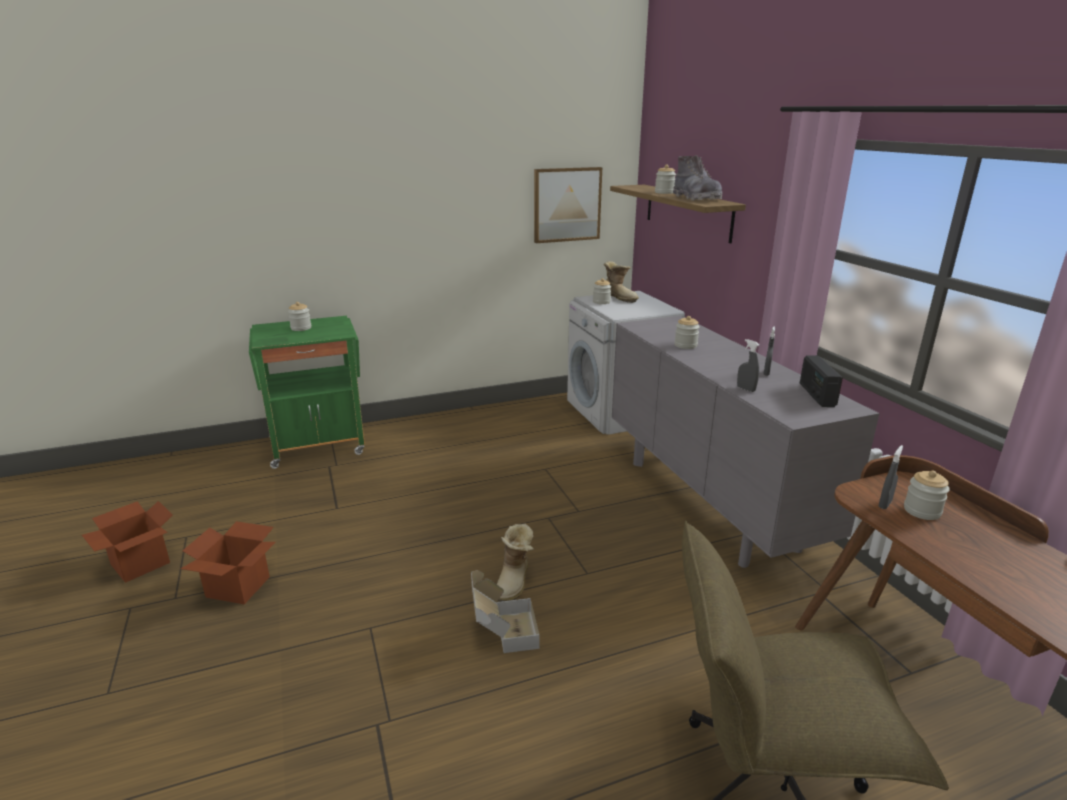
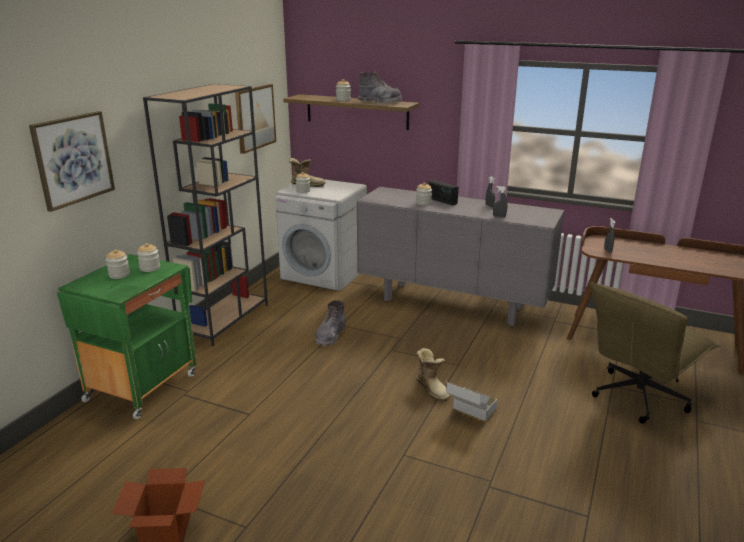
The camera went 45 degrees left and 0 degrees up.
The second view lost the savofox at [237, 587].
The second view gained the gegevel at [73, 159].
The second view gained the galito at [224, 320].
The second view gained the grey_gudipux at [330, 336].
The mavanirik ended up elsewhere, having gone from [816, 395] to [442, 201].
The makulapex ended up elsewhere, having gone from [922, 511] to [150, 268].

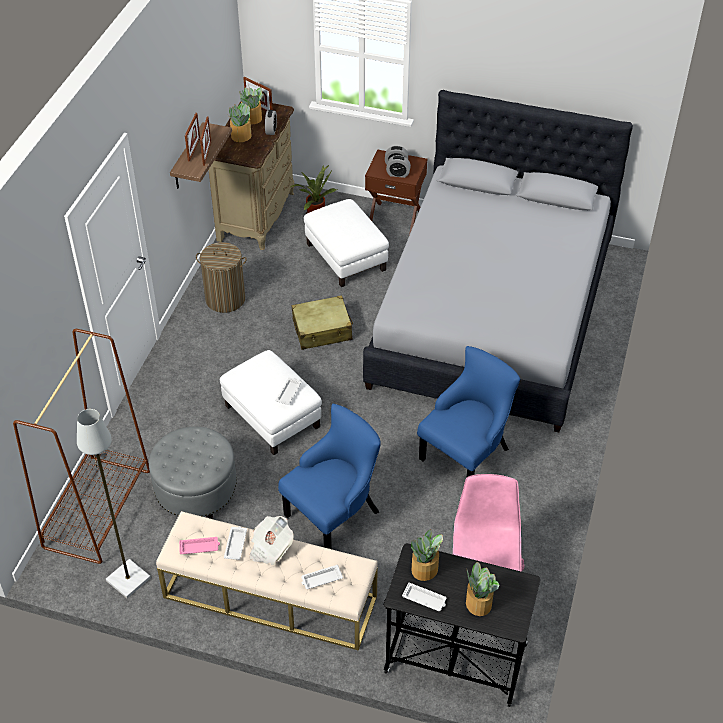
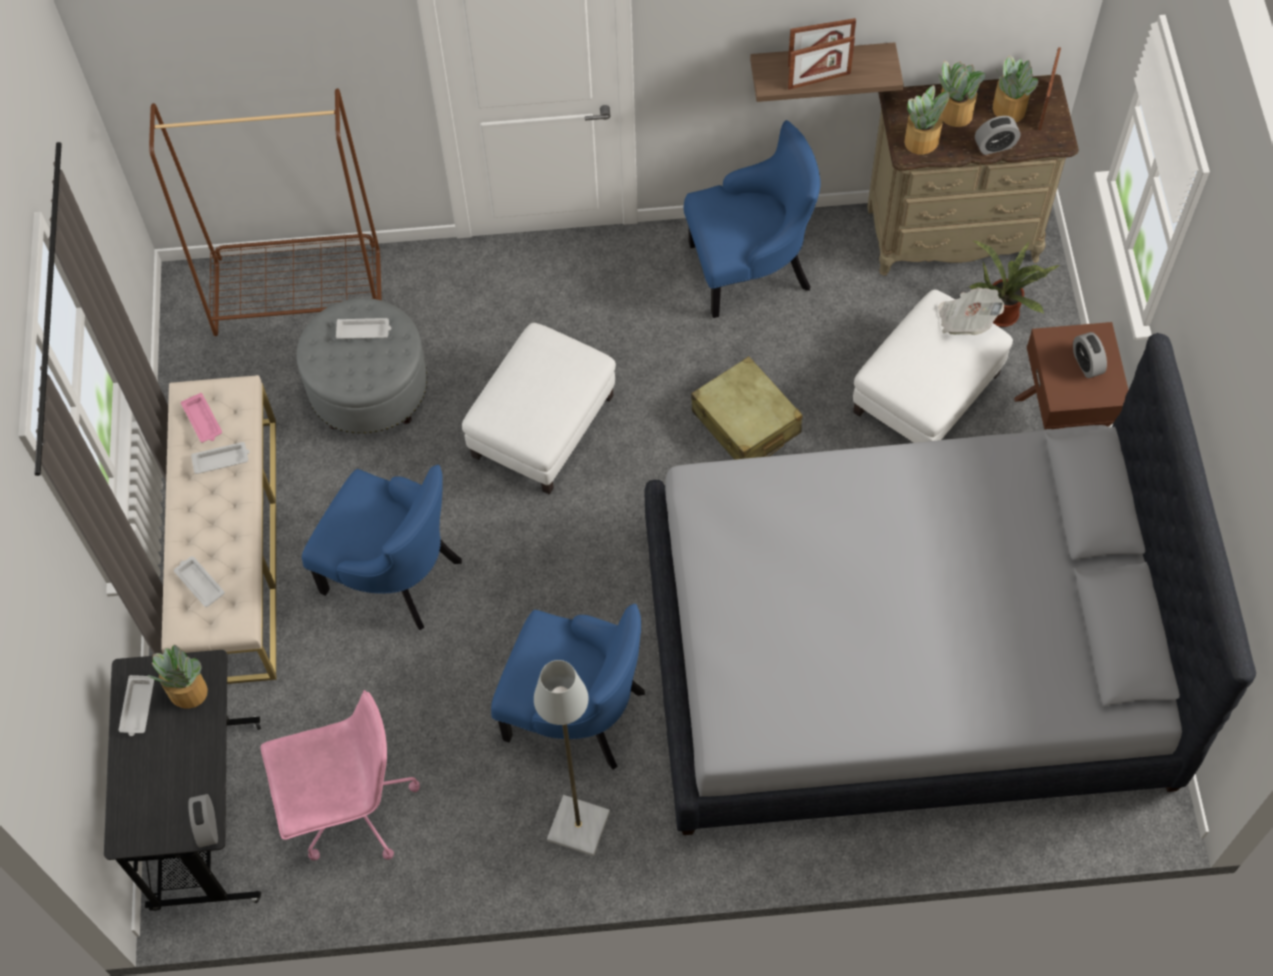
The camera went 70 degrees right and 15 degrees up.
The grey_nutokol ended up elsewhere, having gone from [128, 580] to [577, 827].
The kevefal ended up elsewhere, having gone from [270, 548] to [966, 320].
The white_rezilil ended up elsewhere, having gone from [289, 392] to [364, 331].
The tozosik ended up elsewhere, having gone from [398, 174] to [207, 826].
The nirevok ended up elsewhere, having gone from [478, 603] to [922, 140].
Where the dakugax stood at [225, 299], the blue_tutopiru came to stand at [747, 271].

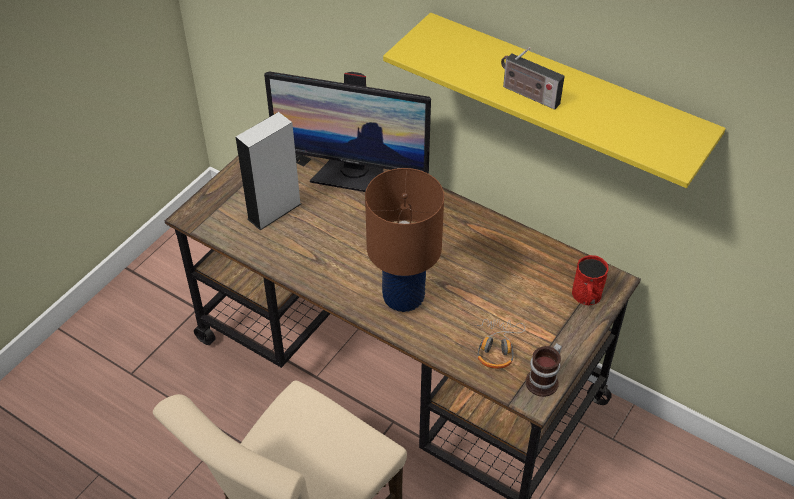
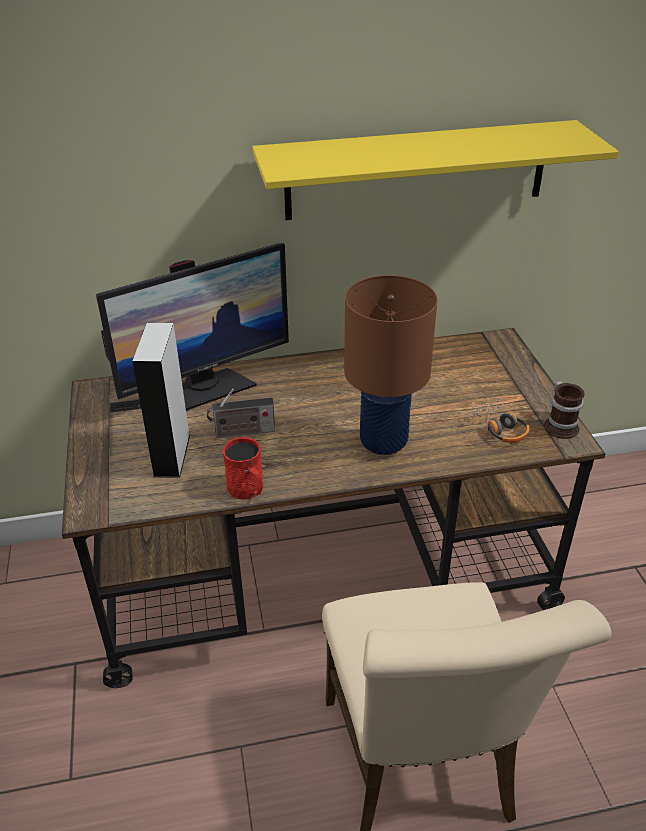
The camera went 45 degrees left and 10 degrees down.
The mavanirik ended up elsewhere, having gone from [528, 94] to [242, 432].
The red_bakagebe ended up elsewhere, having gone from [586, 297] to [248, 490].

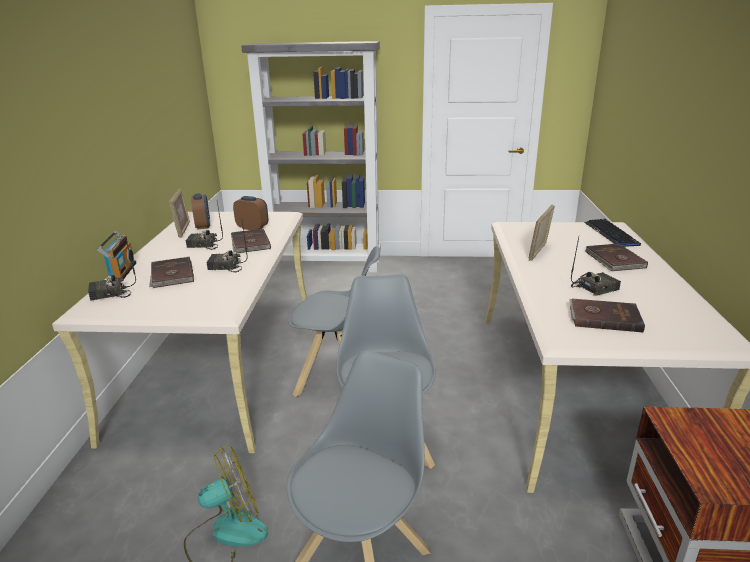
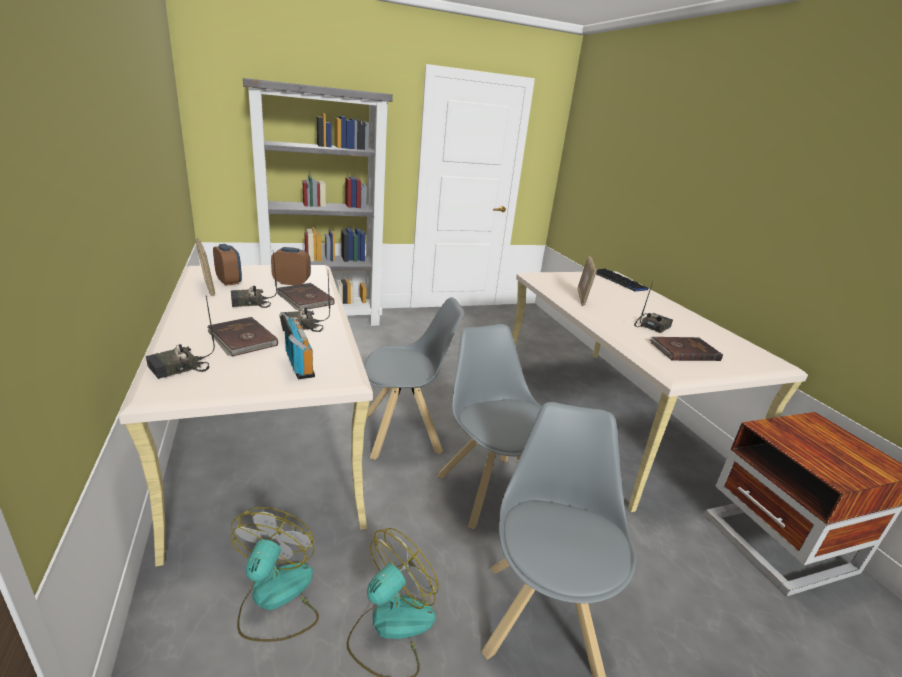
The camera went 25 degrees left and 0 degrees up.
The second view lost the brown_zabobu at [614, 260].
The second view gained the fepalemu at [275, 598].
The mavanirik ended up elsewhere, having gone from [121, 271] to [297, 365].

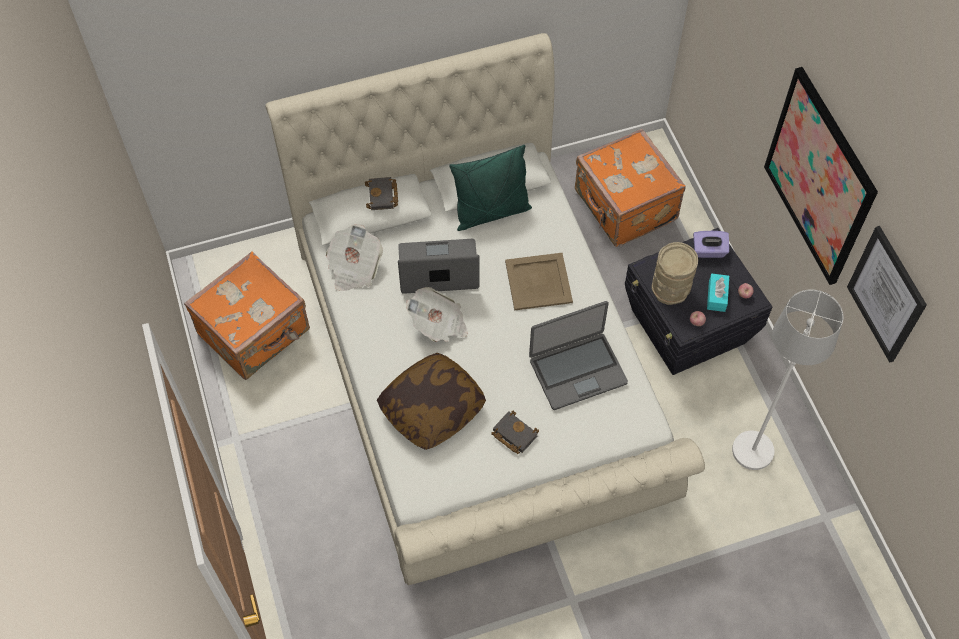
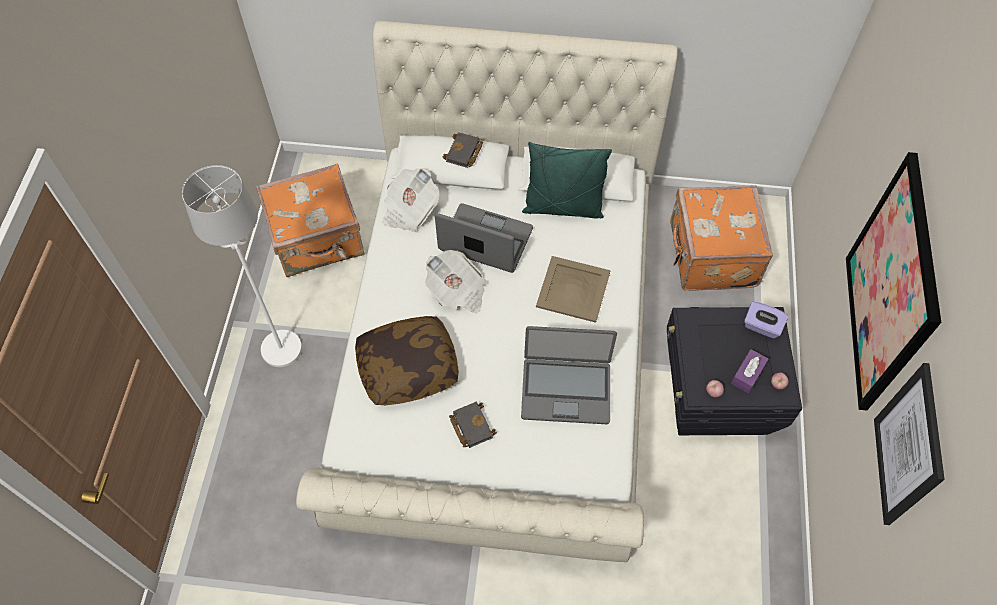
The camera went 25 degrees right and 0 degrees up.
The second view lost the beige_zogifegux at [671, 289].
The white_nutokol ended up elsewhere, having gone from [753, 451] to [282, 349].
What was the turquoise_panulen at [716, 296] turned into the purple_panulen at [747, 374].

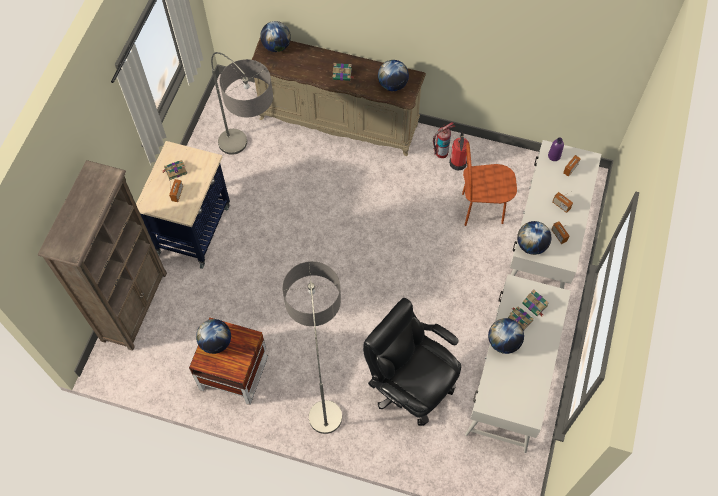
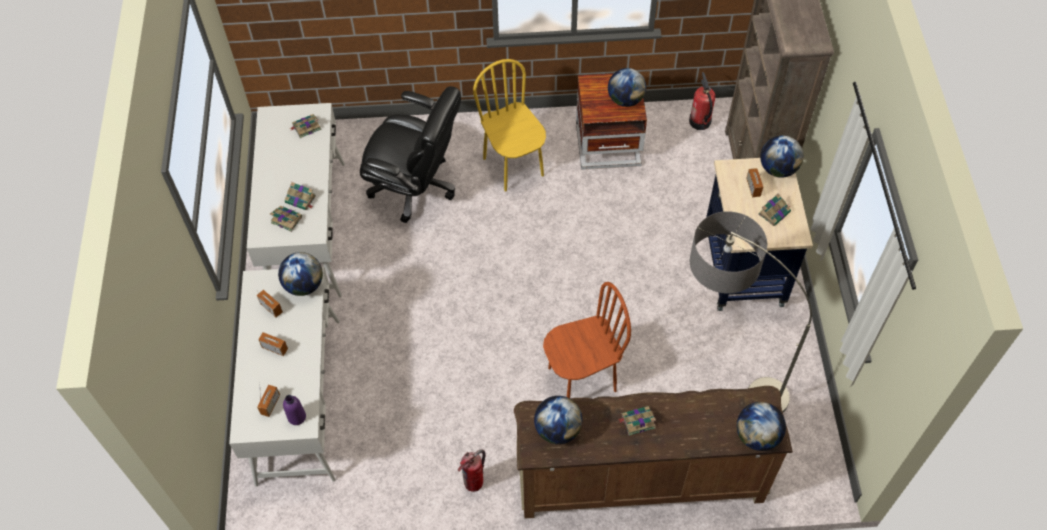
The camera went 160 degrees right and 5 degrees down.
The second view gained the zabobu at [306, 127].
The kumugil ended up elsewhere, having gone from [458, 162] to [700, 122].
The brown_tutopiru ended up elsewhere, having gone from [482, 209] to [582, 378].
The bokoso ended up elsewhere, having gone from [503, 342] to [777, 169].
Where the nutokol stood at [321, 379], the yellow_tutopiru came to stand at [514, 166].

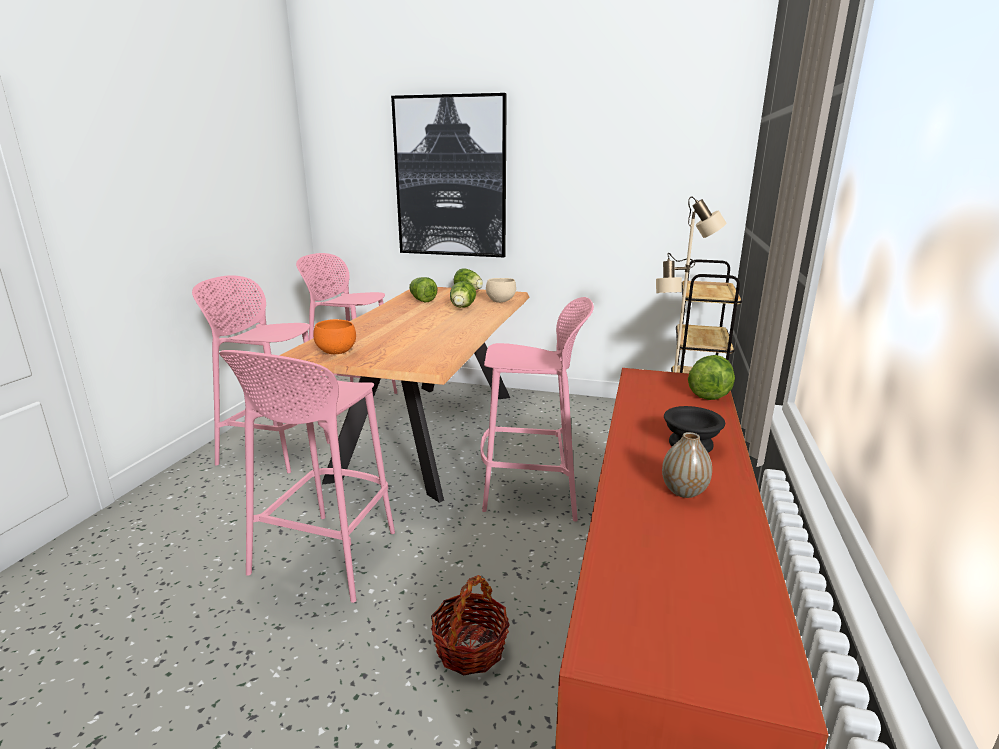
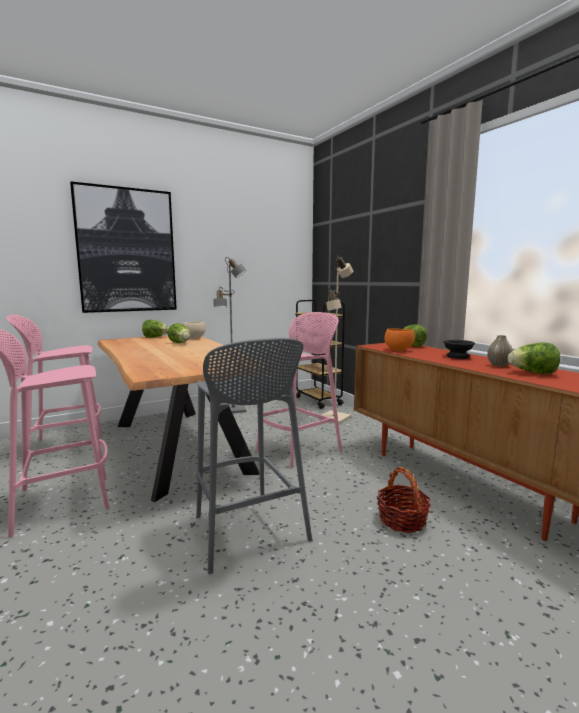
The camera went 45 degrees left and 10 degrees down.
The second view gained the grey_nutokol at [233, 409].
The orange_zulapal ended up elsewhere, having gone from [337, 352] to [398, 350].
The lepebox ended up elsewhere, having gone from [422, 300] to [533, 373].
What was the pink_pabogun at [327, 556] turned into the grey_pabogun at [247, 532].

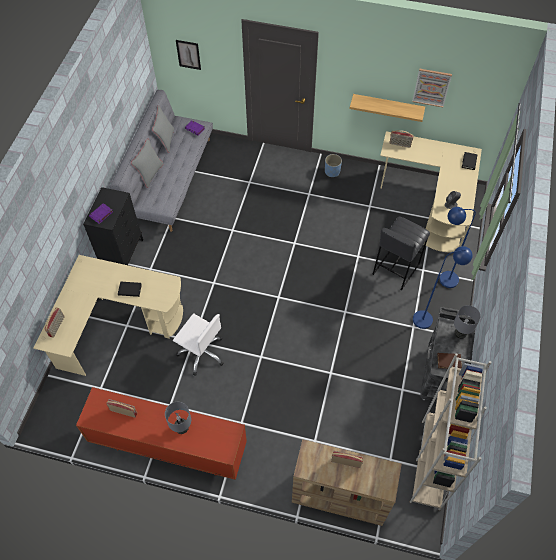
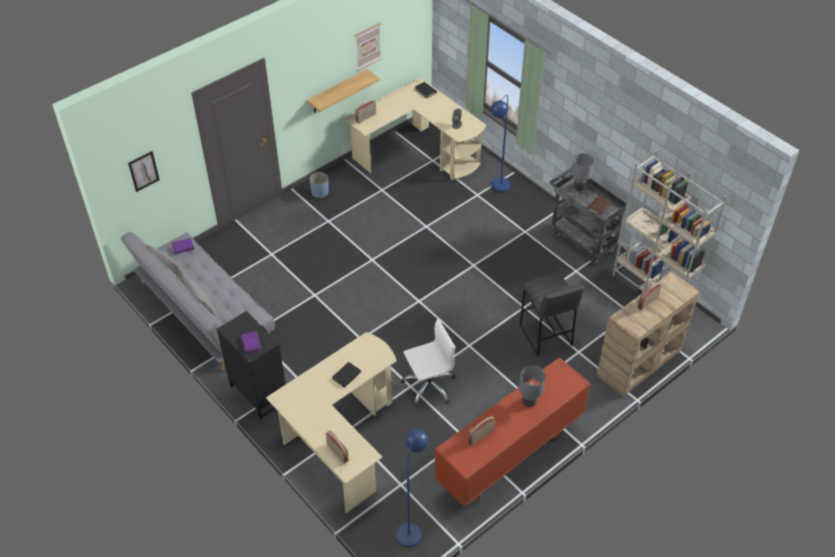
The camera went 55 degrees left and 10 degrees down.
The grey_pabogun ended up elsewhere, having gone from [395, 270] to [546, 336].
The blue_nutokol ended up elsewhere, having gone from [428, 319] to [412, 528].

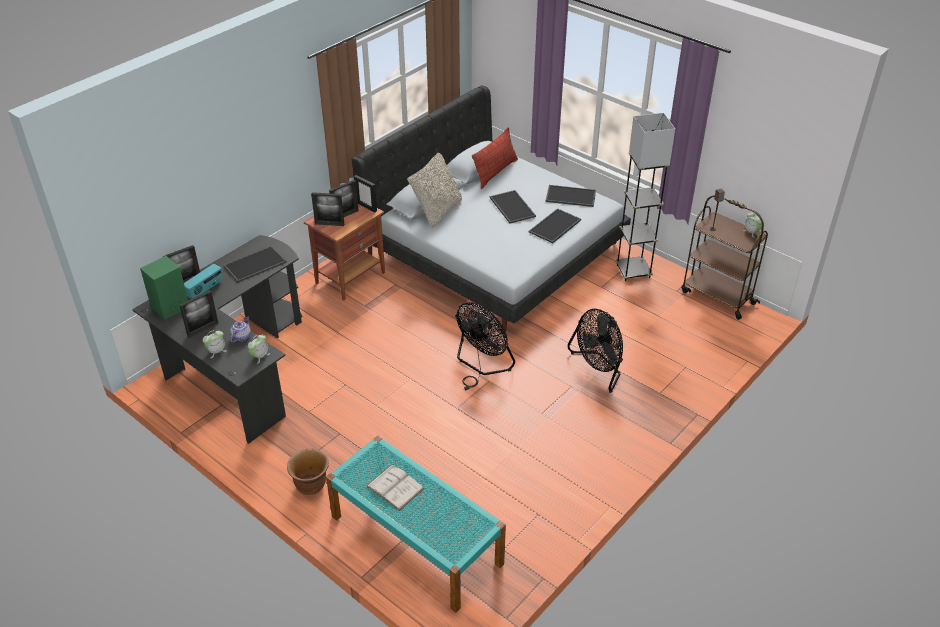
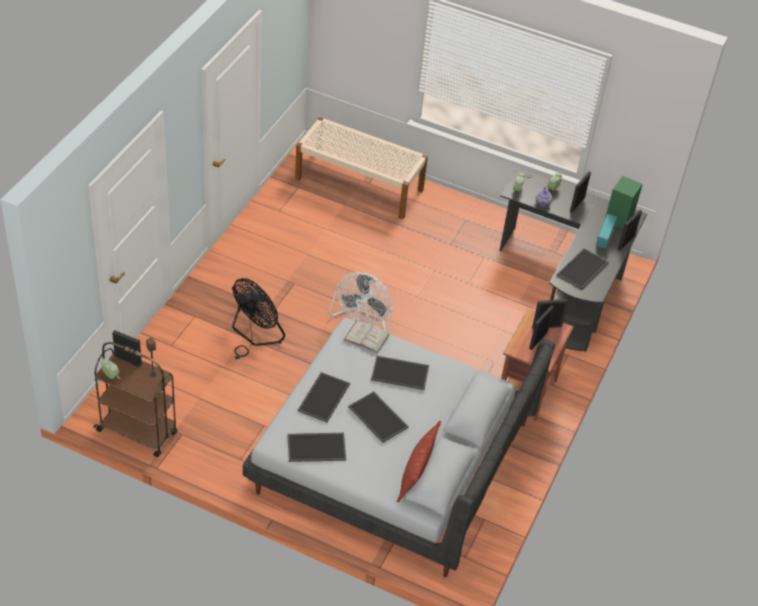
The camera went 160 degrees right and 5 degrees up.
The second view lost the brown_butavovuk at [311, 485].
The second view lost the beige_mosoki at [437, 210].
The second view lost the grey_nutokol at [633, 271].
The second view gained the rezilil at [400, 372].
The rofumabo ended up elsewhere, having gone from [367, 206] to [127, 360].
The white_zabobu ended up elsewhere, having gone from [395, 487] to [366, 337].
What was the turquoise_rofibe at [415, 540] turned into the beige_rofibe at [359, 184].
What was the black_fepalemu at [478, 363] turned into the white_fepalemu at [362, 319].

